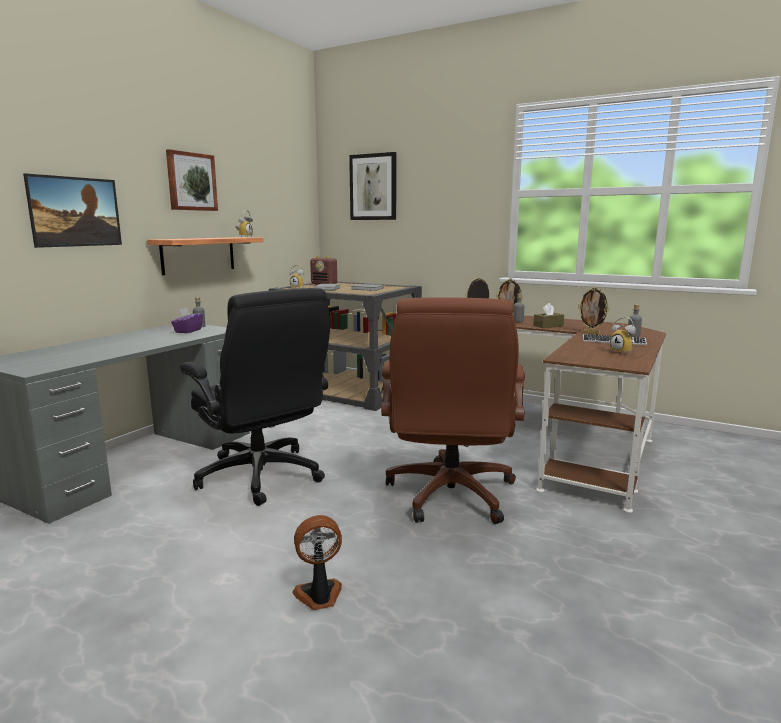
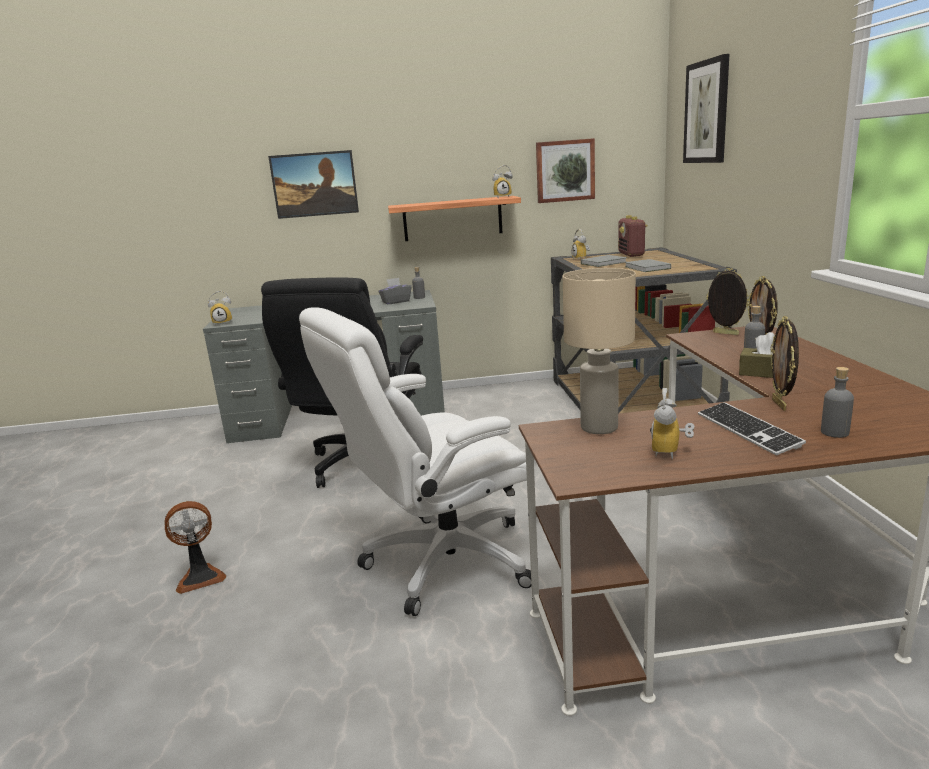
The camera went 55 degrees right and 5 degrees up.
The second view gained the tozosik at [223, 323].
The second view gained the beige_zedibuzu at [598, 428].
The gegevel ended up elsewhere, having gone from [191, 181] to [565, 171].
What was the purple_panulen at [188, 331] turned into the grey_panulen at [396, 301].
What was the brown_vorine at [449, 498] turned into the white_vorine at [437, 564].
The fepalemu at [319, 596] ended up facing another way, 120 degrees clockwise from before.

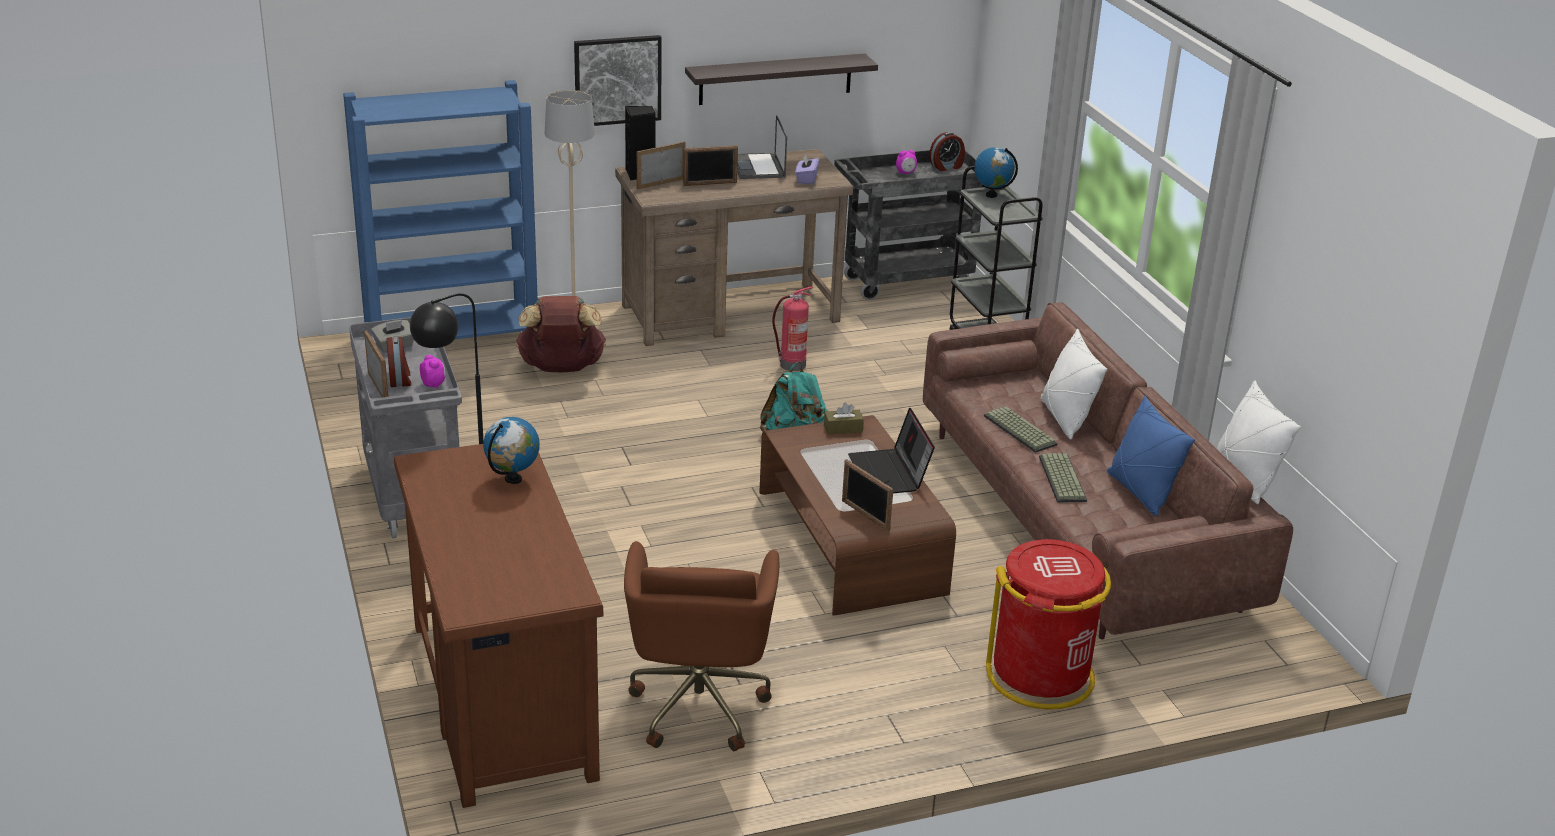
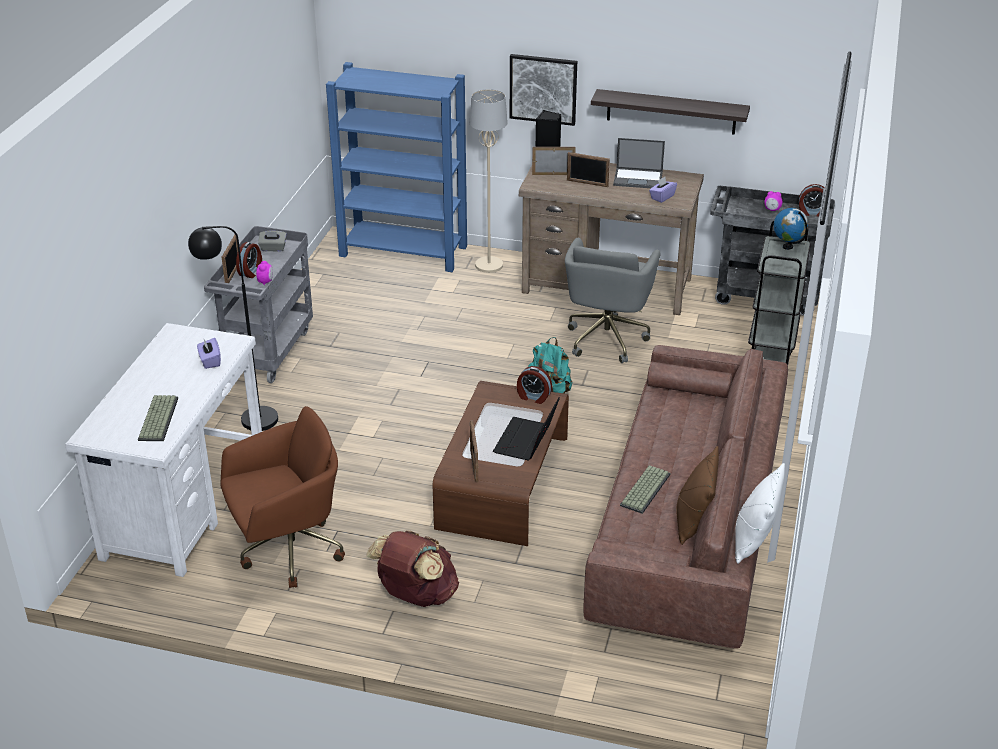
The camera went 35 degrees right and 5 degrees up.
The second view lost the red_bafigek at [1041, 676].
The second view lost the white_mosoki at [1065, 419].
The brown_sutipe ended up elsewhere, having gone from [561, 369] to [416, 596].
The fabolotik ended up elsewhere, having gone from [1018, 430] to [157, 418].
Where the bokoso stood at [513, 479], the purple_panulen came to stand at [210, 361].
Where the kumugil stood at [791, 365], the grey_vorine came to stand at [607, 338].
Where the brown_panulen stood at [843, 428], the tozosik came to stand at [533, 397].
What was the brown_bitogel at [500, 699] turned into the white_bitogel at [184, 503].
What was the blue_mosoki at [1140, 492] turned into the brown_mosoki at [693, 522].
The brown_vorine at [698, 705] ended up facing another way, 150 degrees counterclockwise from before.
The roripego at [758, 167] ended up facing another way, 105 degrees counterclockwise from before.

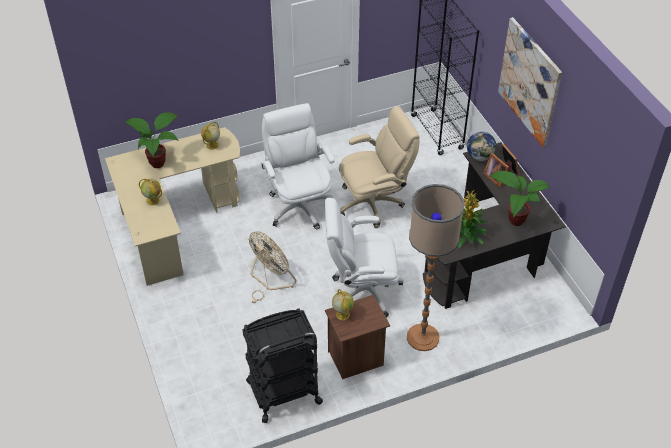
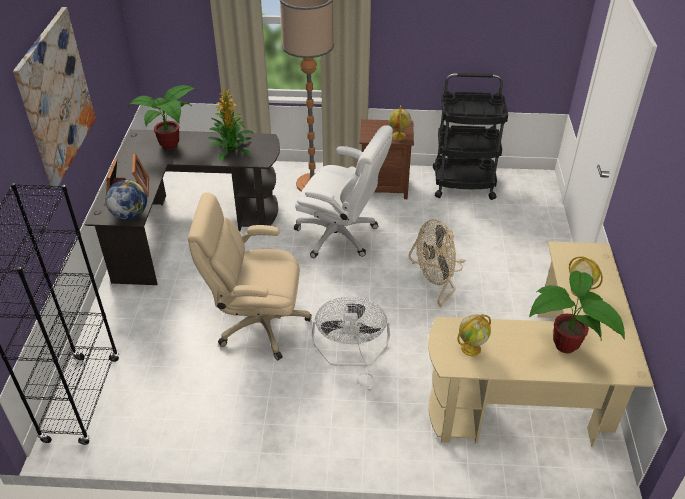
The camera went 155 degrees left and 5 degrees down.
Where the white_vorine stood at [298, 204], the white_fepalemu came to stand at [353, 357].

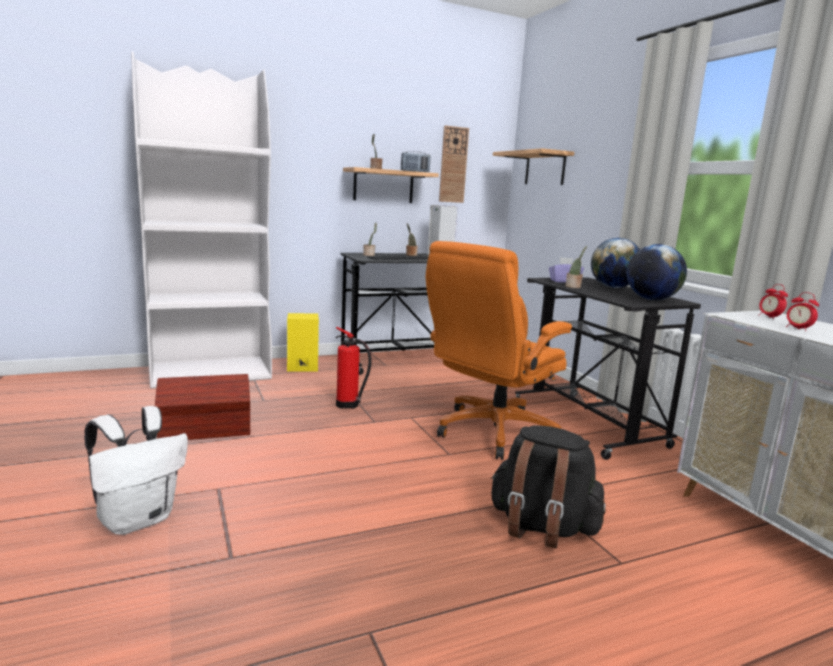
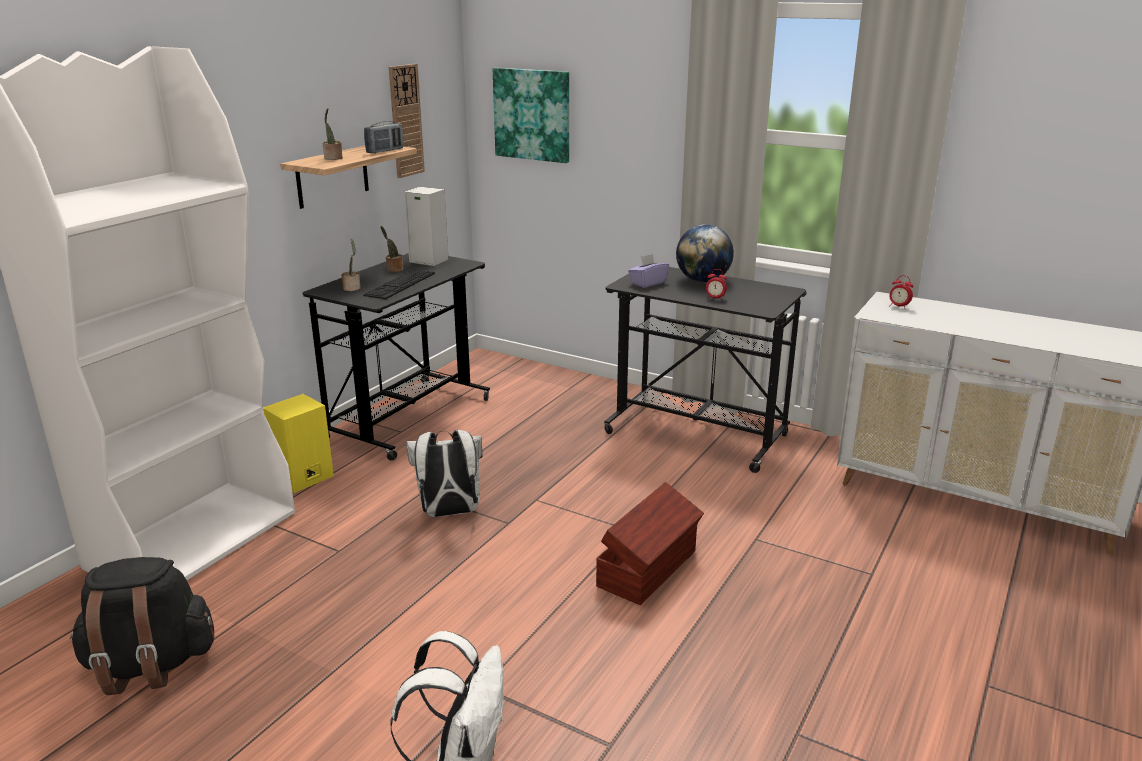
The camera went 35 degrees left and 10 degrees up.
The second view lost the orange_vorine at [489, 433].
The second view lost the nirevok at [574, 287].
The second view lost the bokoso at [651, 299].
The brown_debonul ended up elsewhere, having gone from [206, 431] to [649, 568].
The black_sutipe ended up elsewhere, having gone from [541, 527] to [149, 665].
The tozosik ended up elsewhere, having gone from [798, 329] to [715, 299].
Where the kumugil stood at [349, 405], the white_sutipe came to stand at [449, 513].
Where the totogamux hung at [545, 169], the gegevel came to hang at [532, 114].

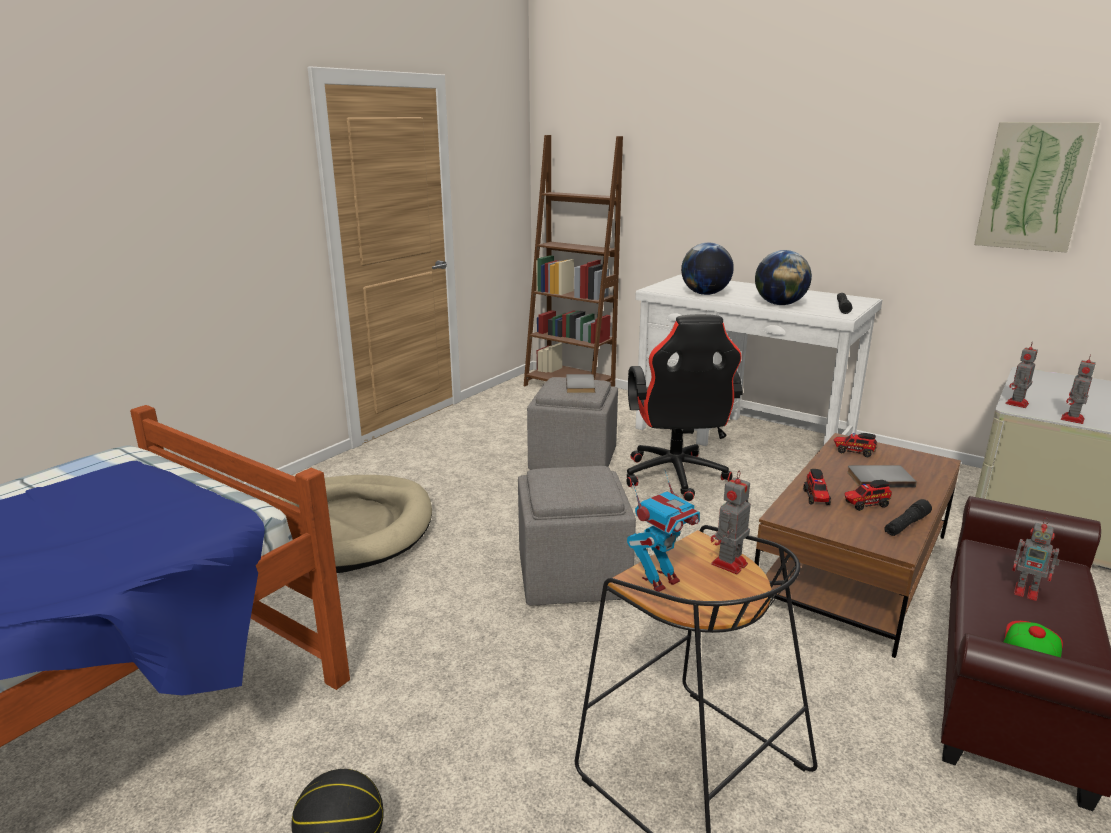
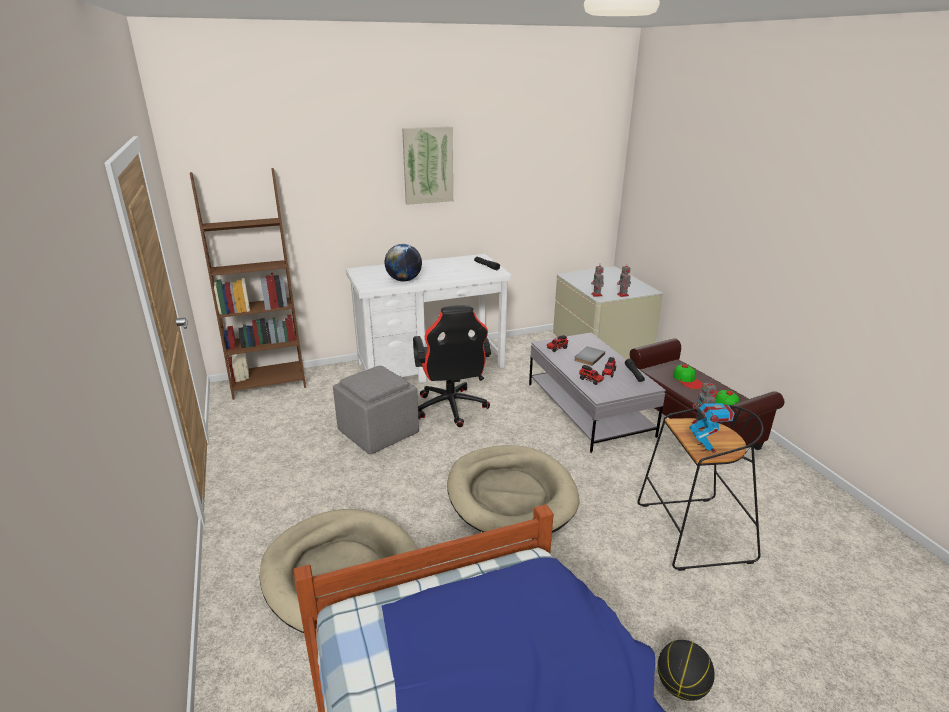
The camera went 55 degrees left and 5 degrees up.
The second view lost the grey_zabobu at [582, 385].
The second view lost the bokoso at [779, 304].
The gegevel ended up elsewhere, having gone from [1033, 186] to [428, 165].
Where the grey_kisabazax stood at [573, 575], the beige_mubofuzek came to stand at [511, 495].
Where the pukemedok stood at [1027, 592], the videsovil came to stand at [688, 380].
What was the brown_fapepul at [854, 570] turned into the grey_fapepul at [589, 409].
The black_vorine at [675, 480] ended up facing another way, 45 degrees clockwise from before.

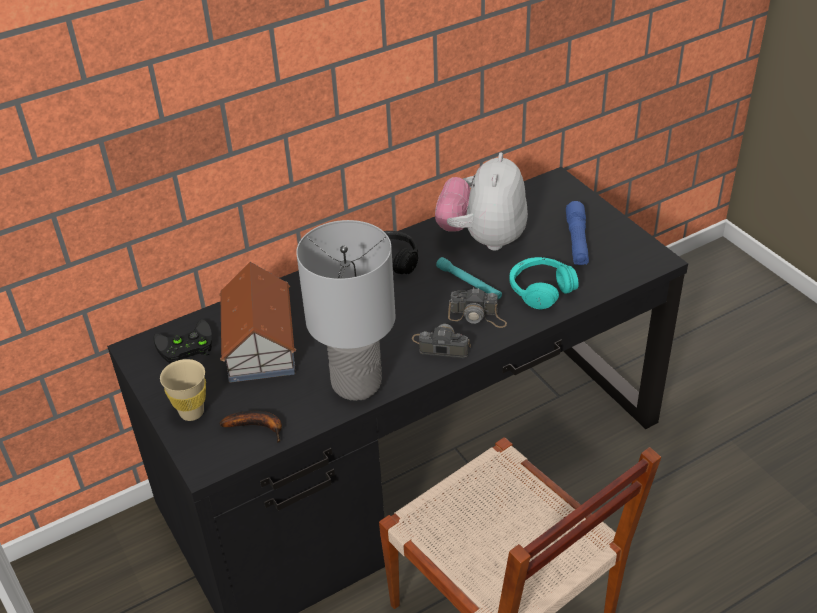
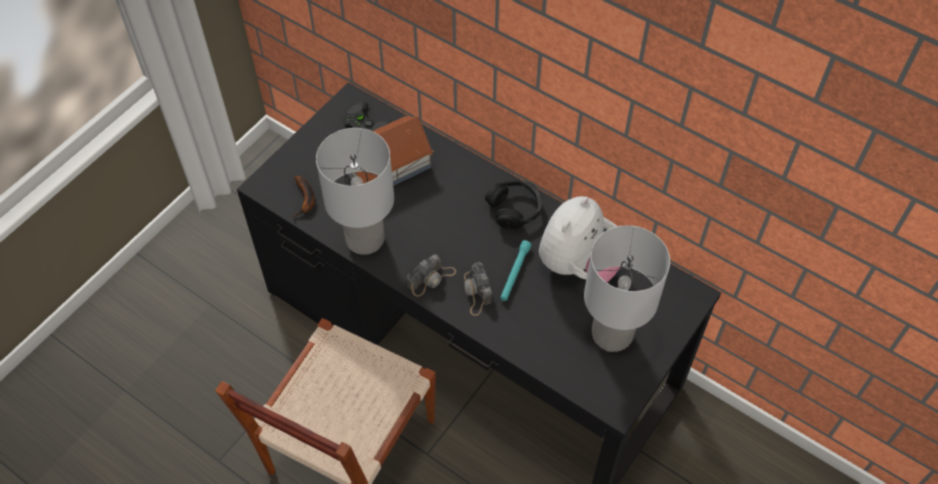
The camera went 65 degrees right and 15 degrees up.
The second view lost the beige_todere at [192, 412].
The second view lost the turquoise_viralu at [541, 289].
Where the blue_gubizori stood at [577, 241], the grey_zedibuzu came to stand at [611, 336].
The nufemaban at [440, 346] ended up facing another way, 60 degrees clockwise from before.
The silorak at [483, 238] ended up facing another way, 135 degrees clockwise from before.

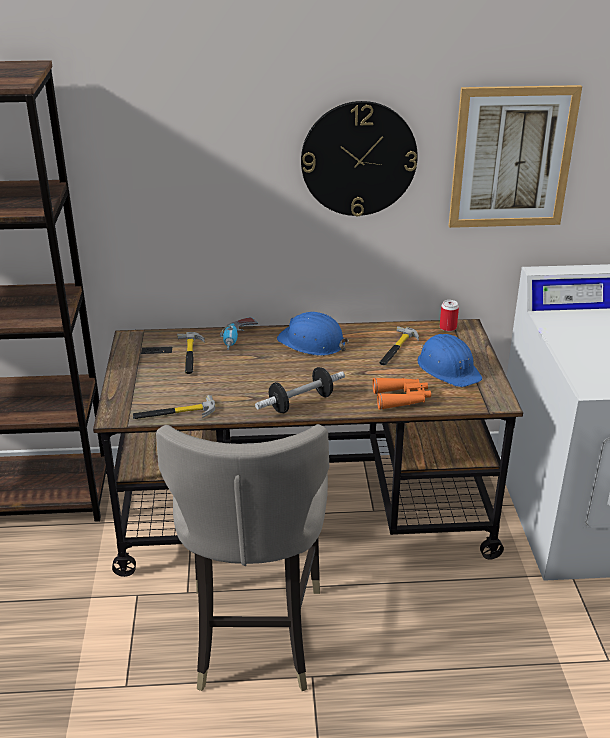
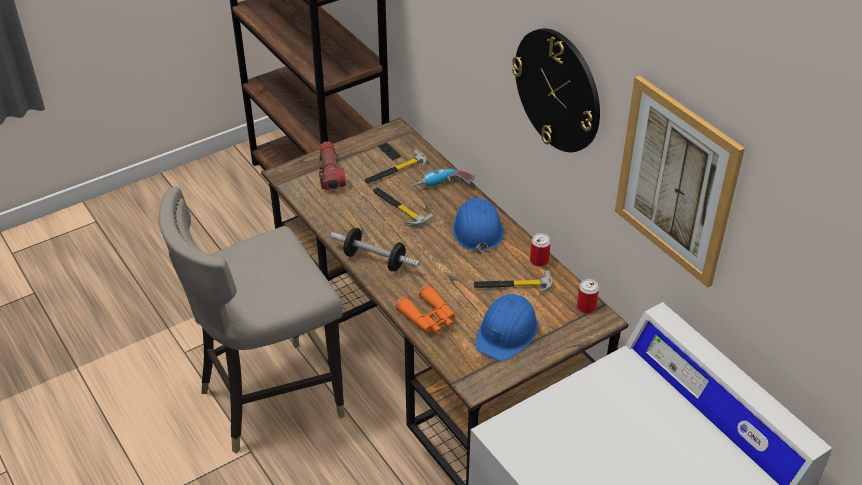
The camera went 60 degrees right and 10 degrees up.
The second view gained the gubizori at [330, 173].
The second view gained the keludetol at [539, 261].
The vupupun ended up elsewhere, having gone from [174, 413] to [399, 208].

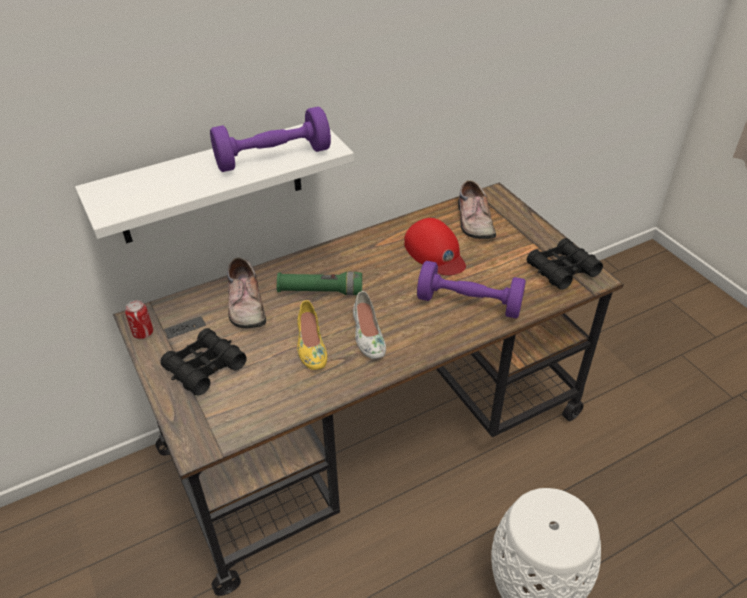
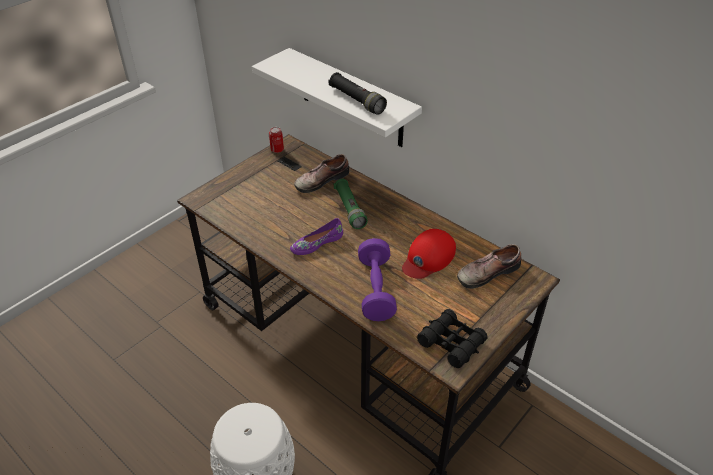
The camera went 70 degrees right and 0 degrees up.
The second view lost the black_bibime at [204, 367].
The second view lost the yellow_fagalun at [310, 345].
Where the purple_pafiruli stood at [273, 158], the black_gubizori came to stand at [357, 100].
What was the white_fagalun at [367, 335] turned into the purple_fagalun at [316, 243].

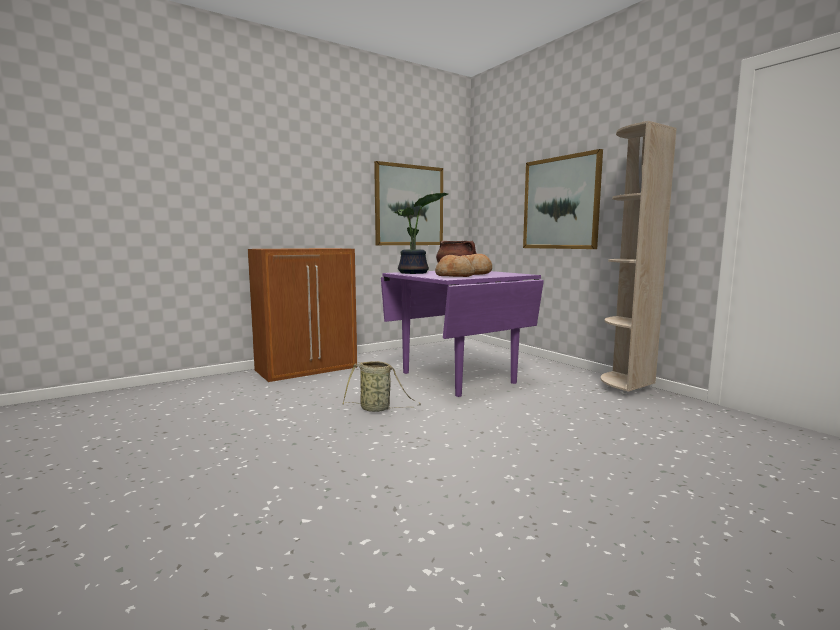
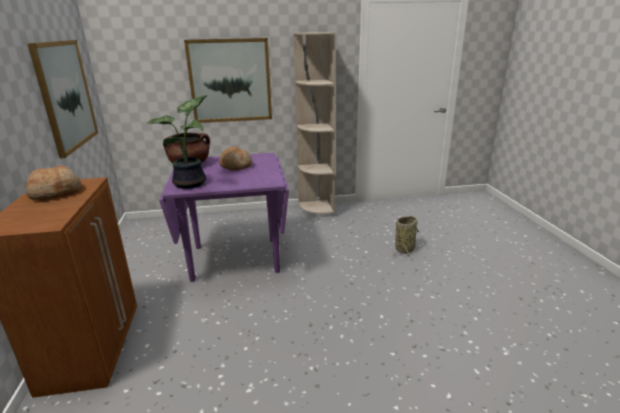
The camera went 65 degrees left and 15 degrees up.
The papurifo ended up elsewhere, having gone from [377, 409] to [405, 249].
The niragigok ended up elsewhere, having gone from [455, 276] to [56, 192].

